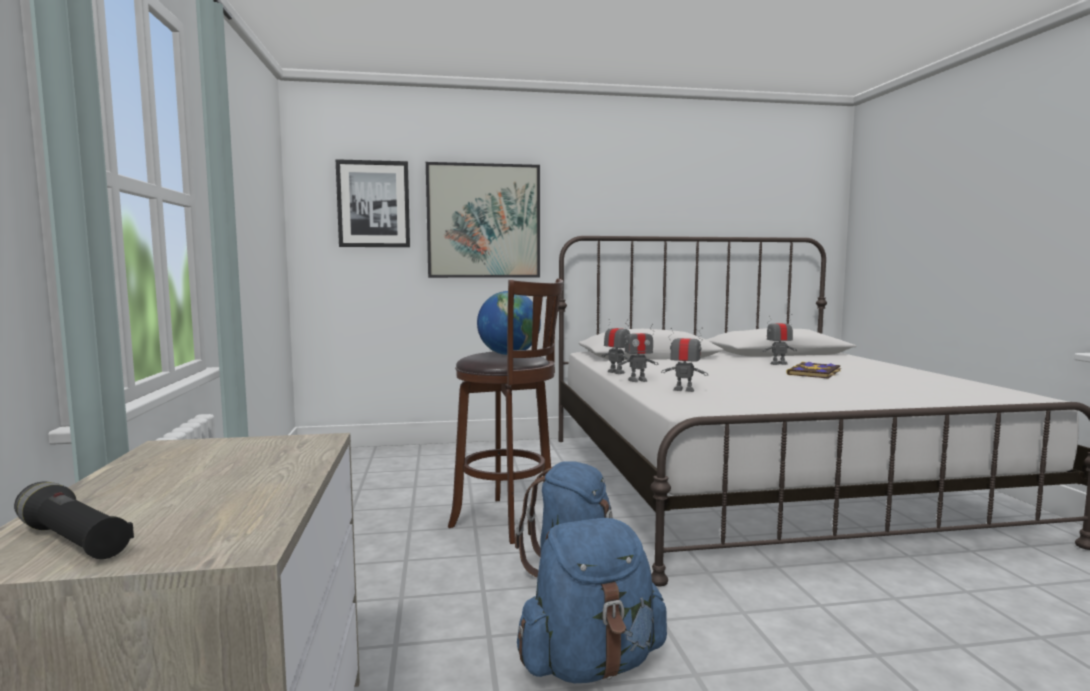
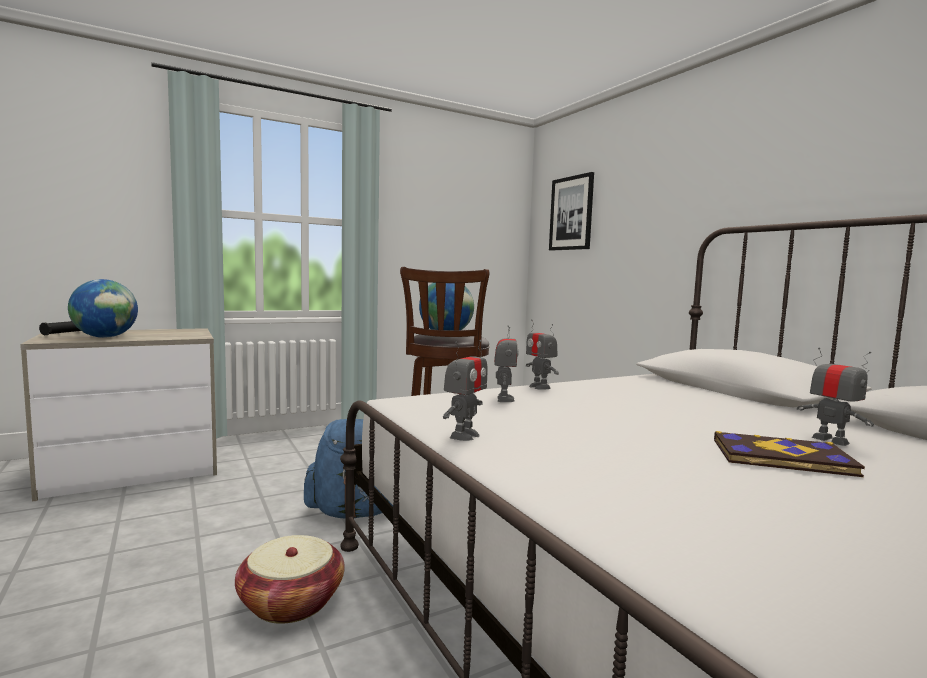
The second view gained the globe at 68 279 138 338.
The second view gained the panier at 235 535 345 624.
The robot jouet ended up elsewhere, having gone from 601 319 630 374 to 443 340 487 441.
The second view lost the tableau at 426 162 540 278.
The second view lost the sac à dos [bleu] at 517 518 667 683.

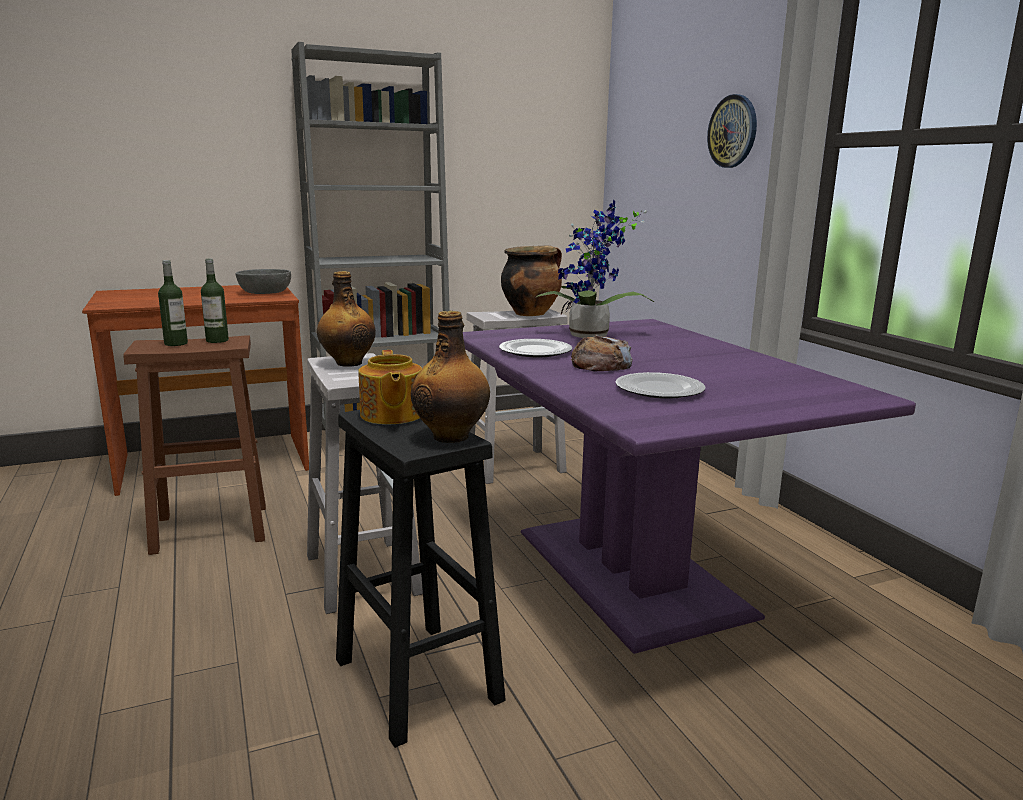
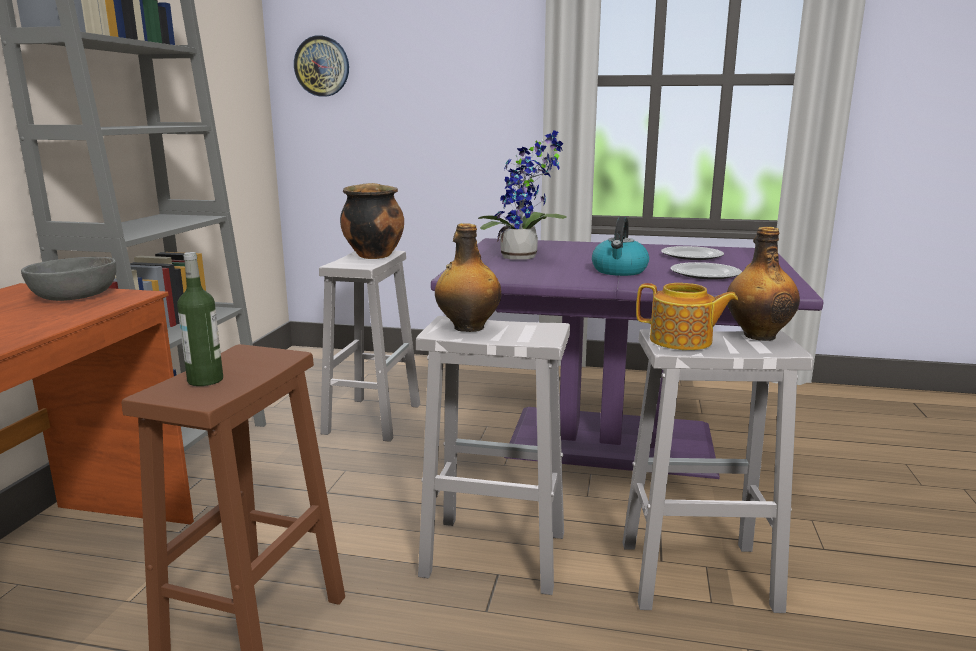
The horloge murale ended up elsewhere, having gone from 707 94 757 168 to 294 35 349 97.
Where the pain stood at 571 335 633 371, the bouilloire came to stand at 592 217 649 276.
What was the tabouret [noir] at 336 410 506 748 turned into the tabouret [blanc] at 622 329 814 613.
The assiette ended up elsewhere, having gone from 499 339 572 357 to 661 246 724 260.
The second view lost the bouteille at 201 259 229 343.

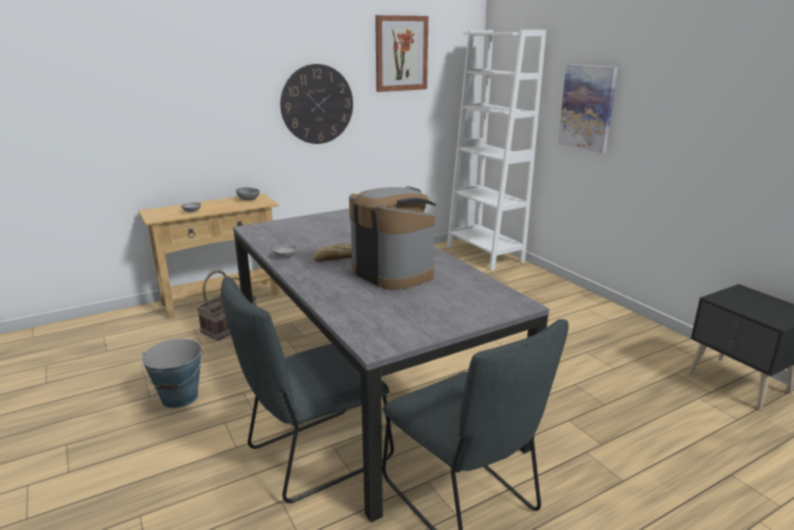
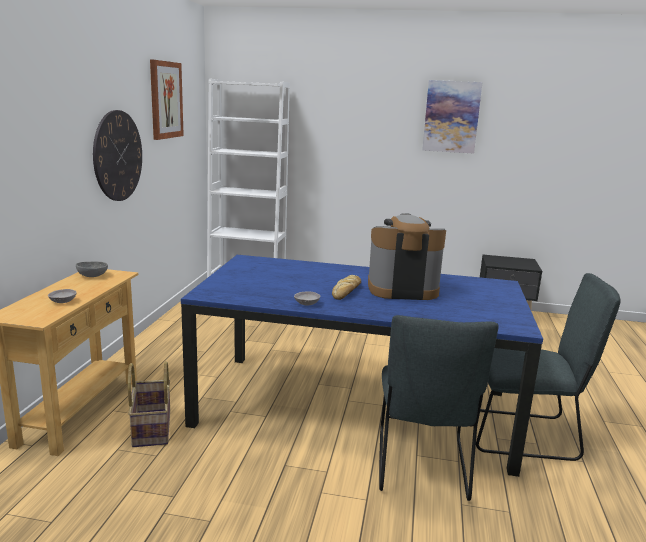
What was the table à manger [gris] at 233 209 549 523 turned into the table à manger [bleu] at 181 255 543 477.
The tableau ended up elsewhere, having gone from 558 64 618 153 to 422 80 483 154.
The second view lost the seau at 141 339 202 408.

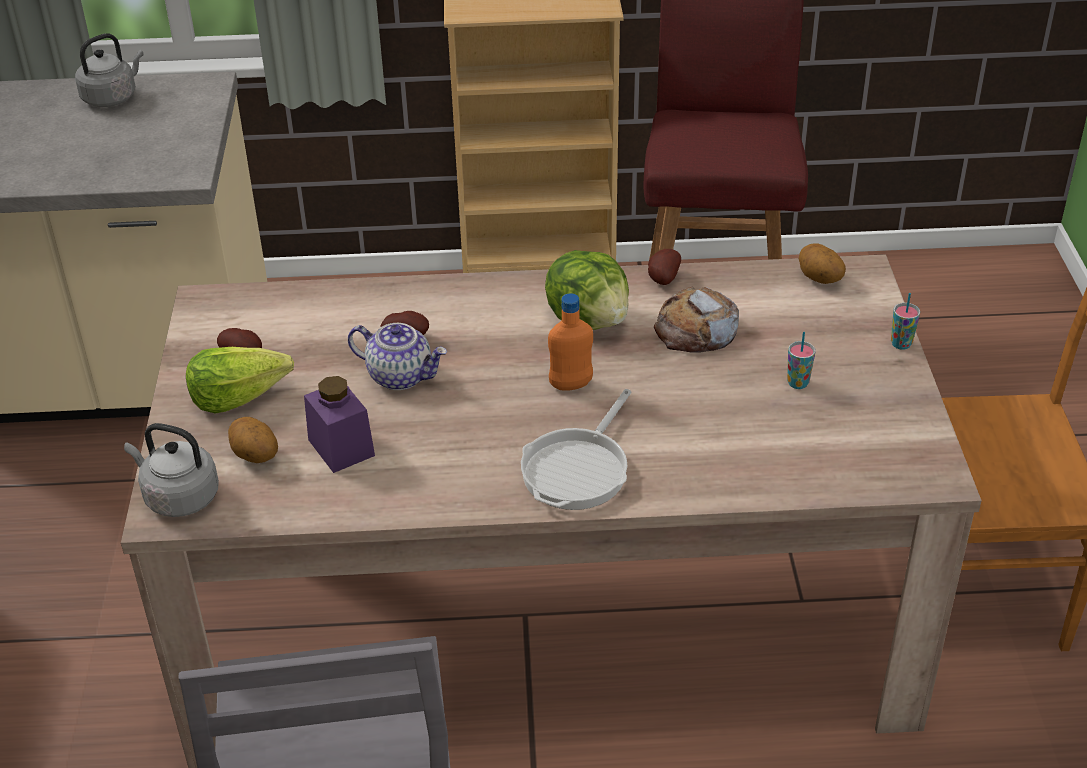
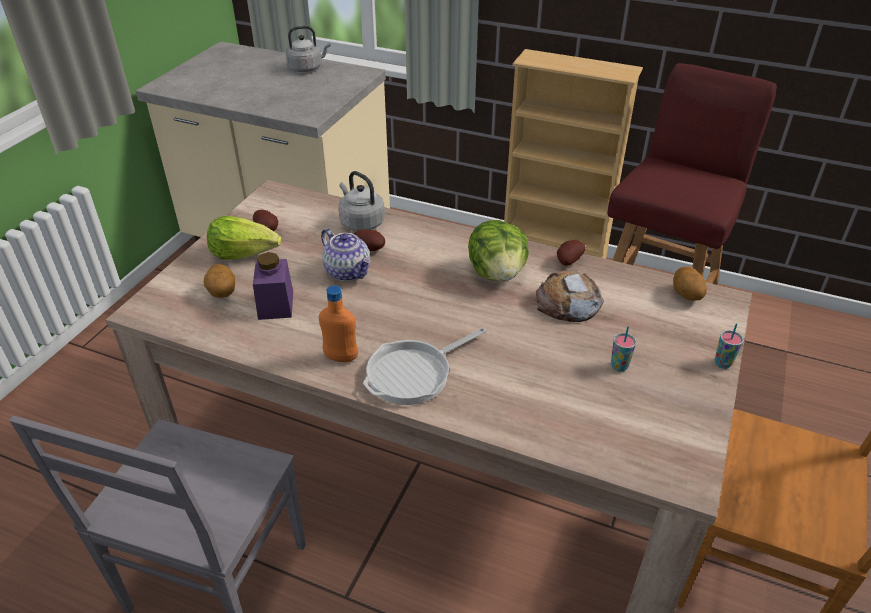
The bouteille [orange] ended up elsewhere, having gone from 548 293 593 391 to 319 285 358 362.
The bouilloire [gris] ended up elsewhere, having gone from 124 423 219 517 to 338 171 385 231.

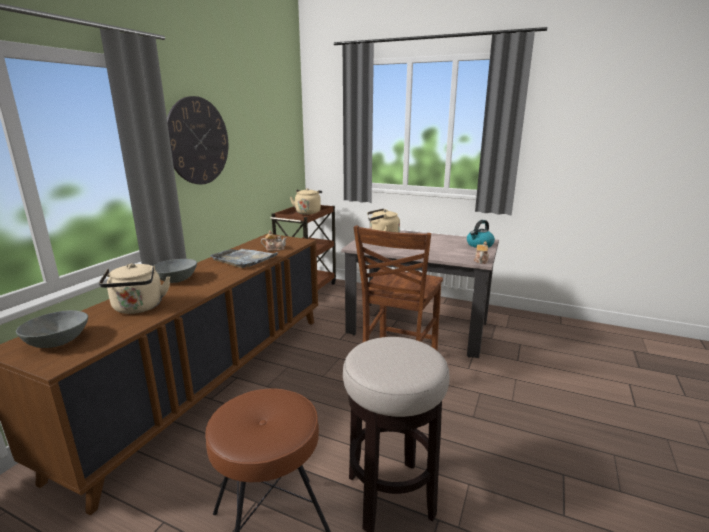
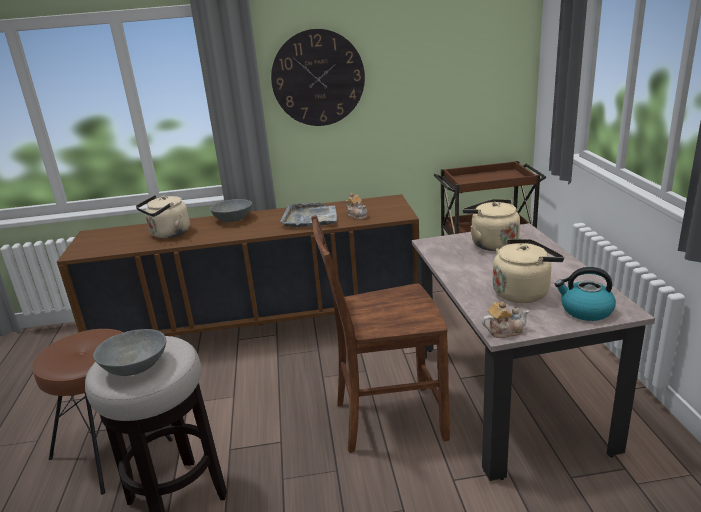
The bol [gris] ended up elsewhere, having gone from 16 310 88 348 to 93 329 166 376.
The bouilloire [beige] ended up elsewhere, having gone from 290 188 322 215 to 492 239 564 303.

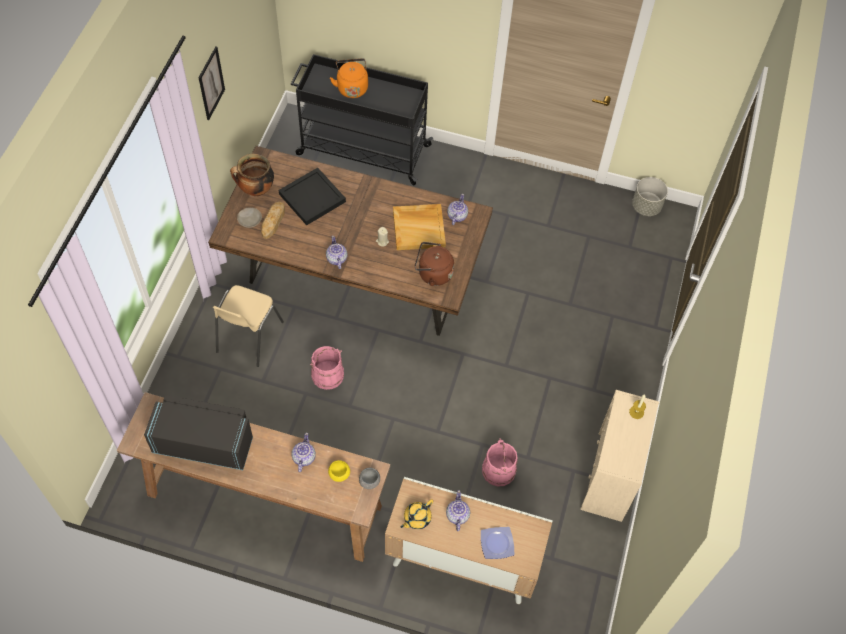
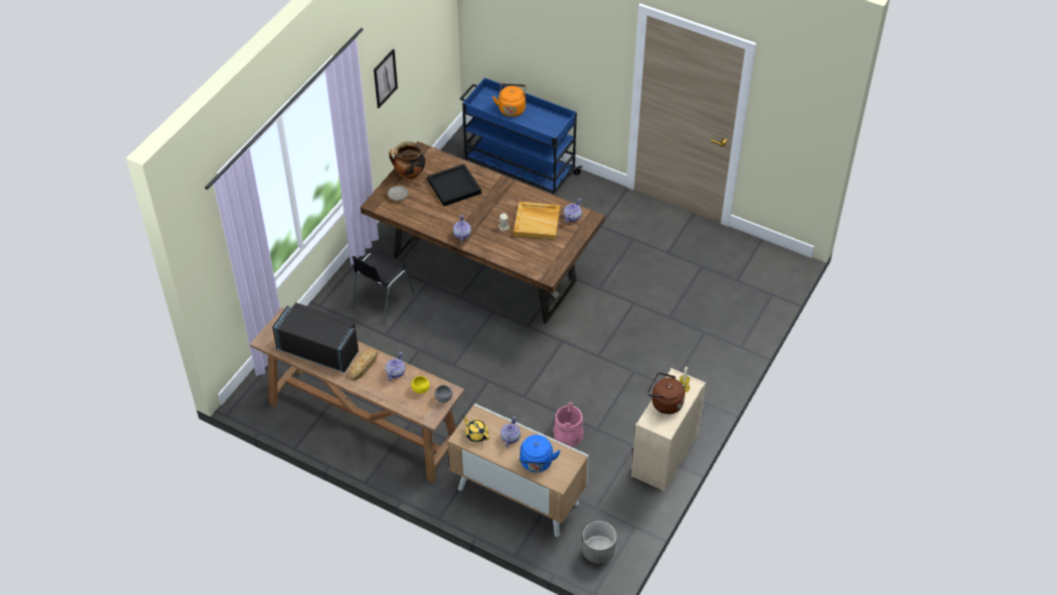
The pain ended up elsewhere, having gone from 261 201 285 239 to 349 349 378 381.
What was the chaise [beige] at 213 285 284 367 turned into the chaise [noir] at 352 250 415 324.
What was the chariot [noir] at 291 54 433 185 turned into the chariot [bleu] at 460 78 582 196.
The théière [jaune] at 401 499 433 529 ended up facing another way, 75 degrees clockwise from before.
Where the assiette stood at 481 527 514 559, the bouilloire [bleu] came to stand at 519 435 560 473.
The cache-pot [gris] ended up elsewhere, having gone from 632 177 668 216 to 582 521 616 564.
The bouilloire [marron] ended up elsewhere, having gone from 415 242 454 286 to 648 372 685 414.
The second view lost the seau [rose] at 310 346 344 390.

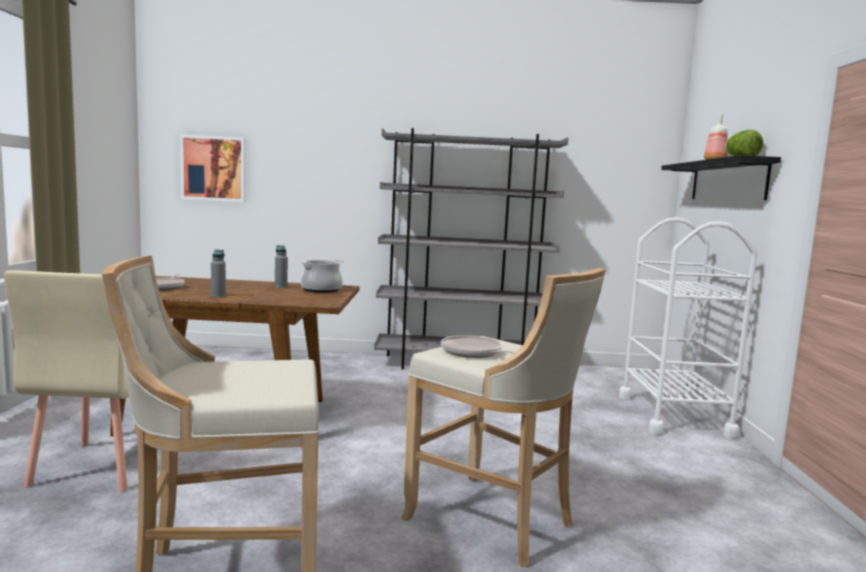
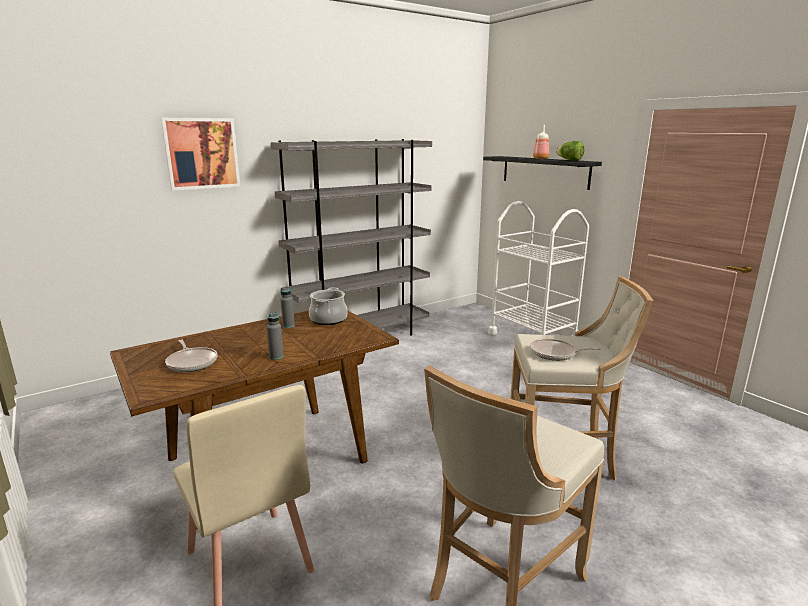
The tableau ended up elsewhere, having gone from 180 135 245 202 to 161 118 240 191.

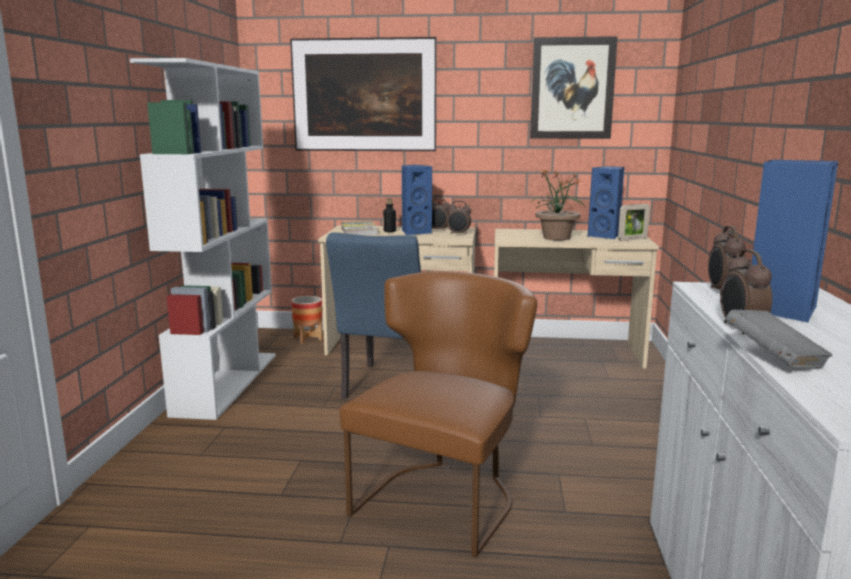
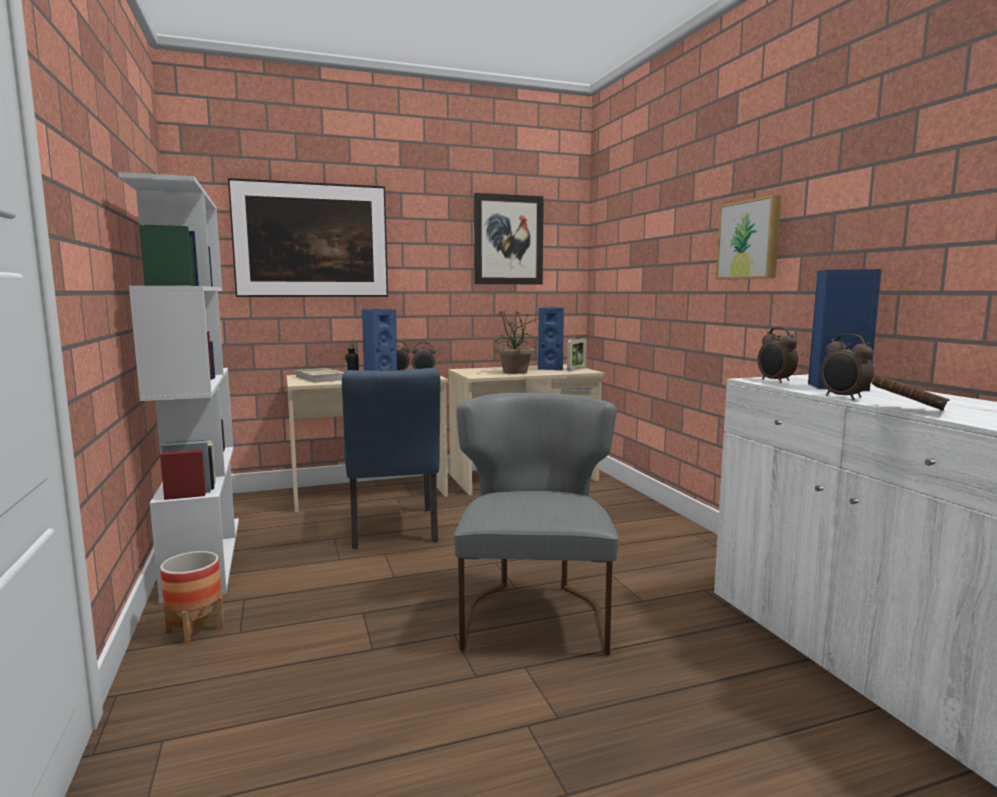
The cache-pot ended up elsewhere, having gone from 292 296 323 344 to 160 551 224 644.
What was the chaise [marron] at 340 271 537 557 turned into the chaise [gris] at 454 393 619 655.
The second view gained the tableau at 716 195 781 280.
What was the livre [gris] at 725 310 833 368 turned into the livre [marron] at 872 374 949 411.

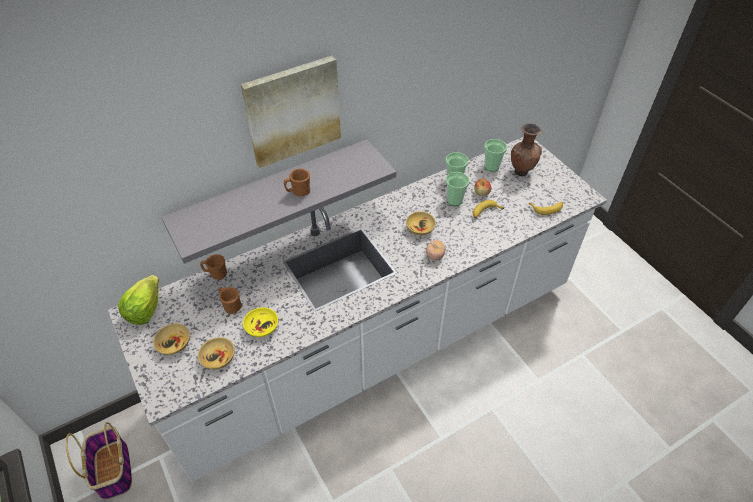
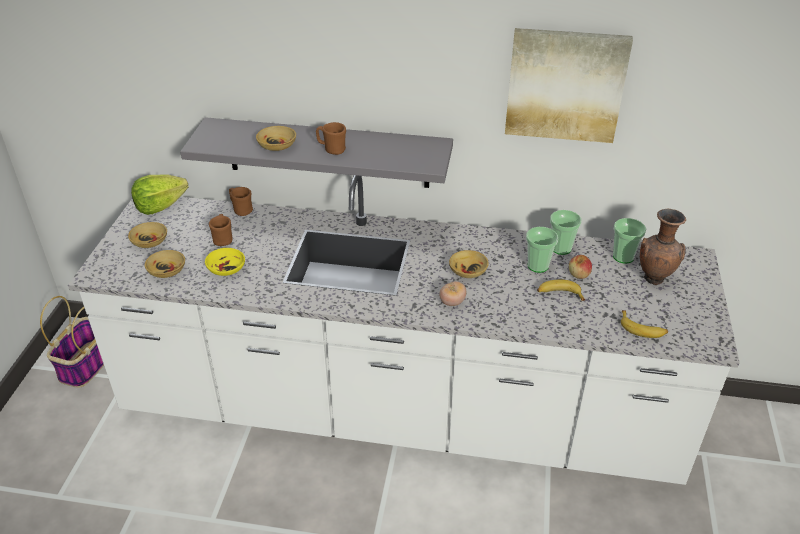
The second view gained the bol [beige] at 256 126 296 151.
The tableau ended up elsewhere, having gone from 241 56 341 168 to 505 28 633 143.

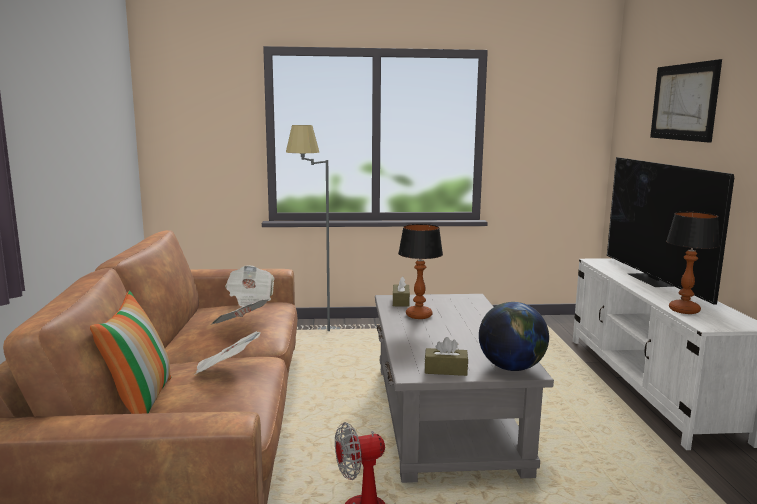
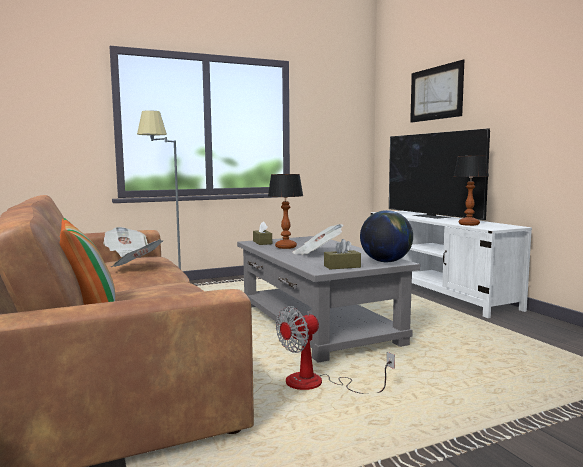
The journal ended up elsewhere, having gone from 194 331 261 375 to 292 224 344 255.

